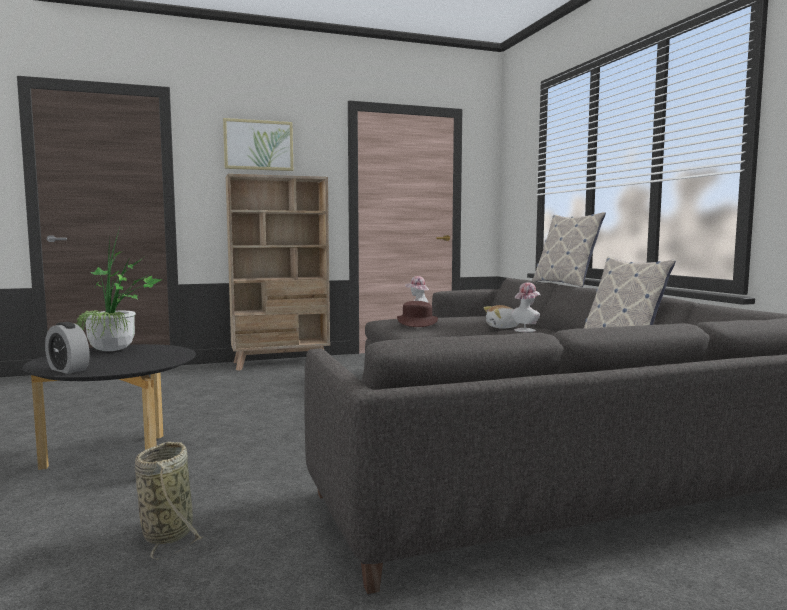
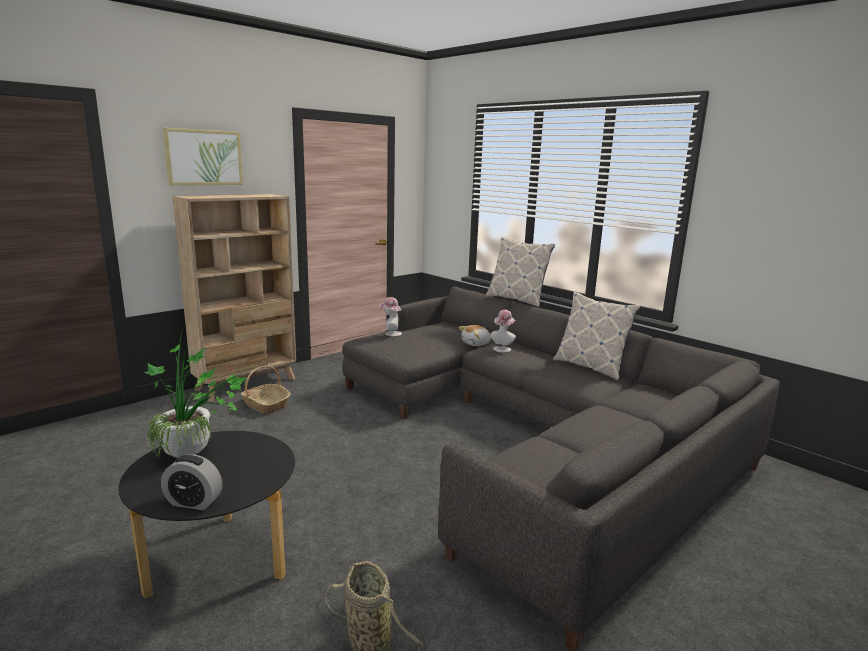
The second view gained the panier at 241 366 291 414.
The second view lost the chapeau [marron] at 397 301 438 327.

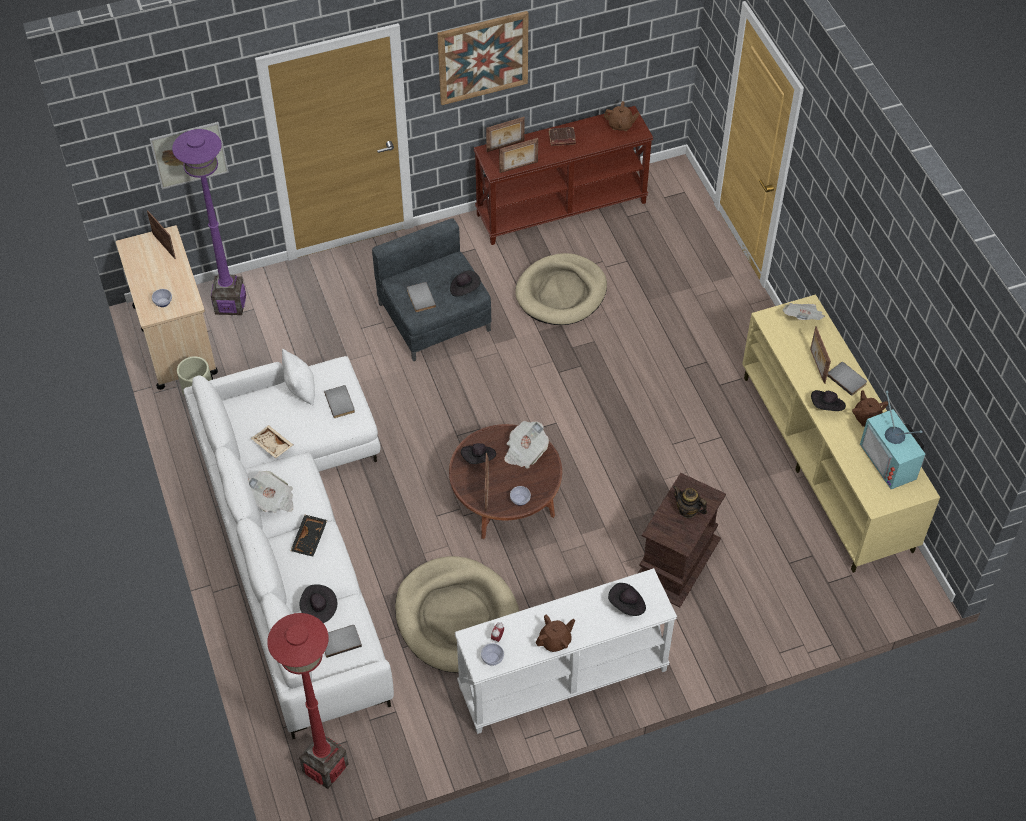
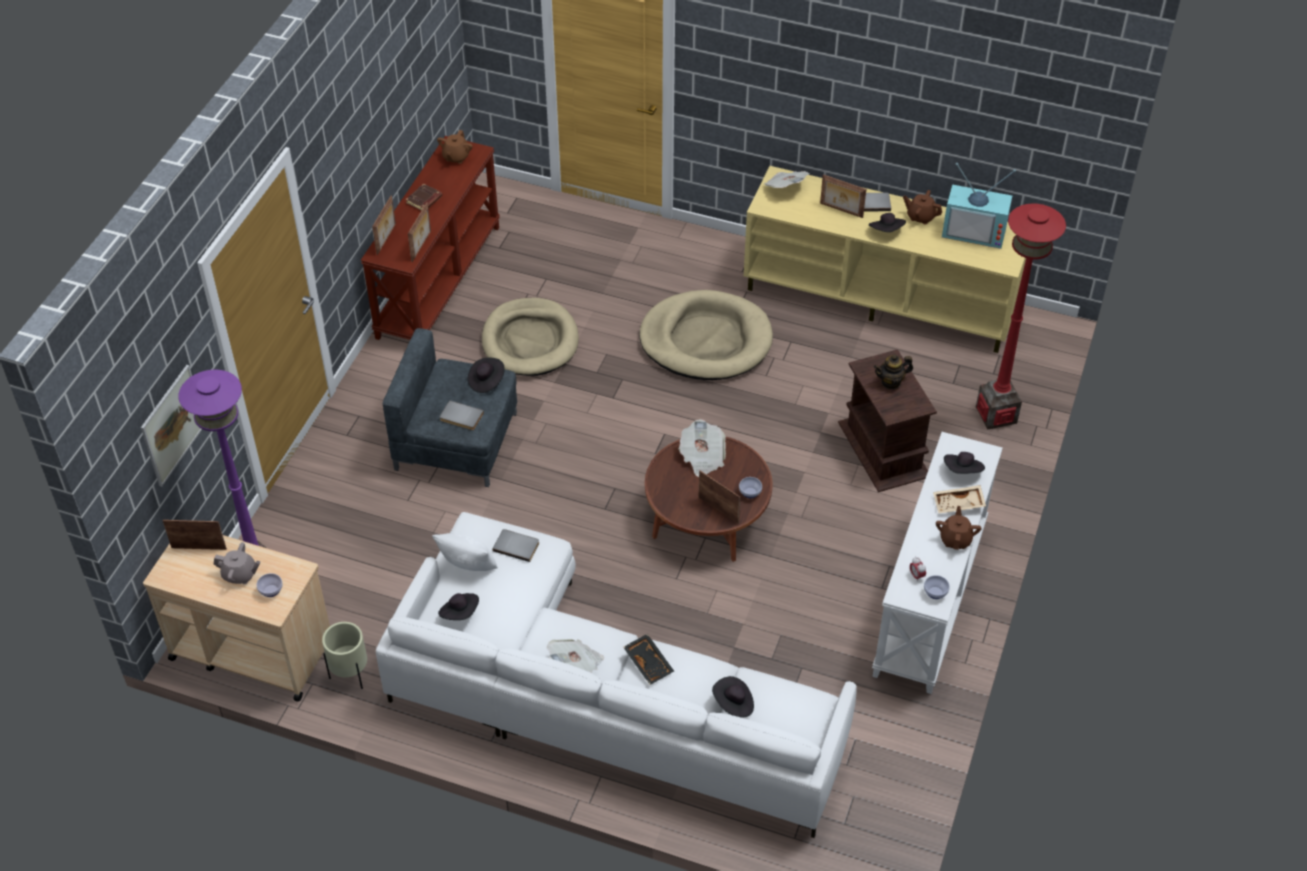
The second view gained the théière [gris] at 213 542 261 584.
The théière [marron] at 604 101 640 131 ended up facing another way, 150 degrees clockwise from before.
The chapeau [noir] ended up elsewhere, having gone from 461 443 496 464 to 438 593 479 620.
The panier pour chien [beige] ended up elsewhere, having gone from 395 556 519 673 to 639 290 773 380.
The plateau [beige] ended up elsewhere, having gone from 251 425 293 458 to 933 485 986 514.
The lampadaire [rouge] ended up elsewhere, having gone from 267 613 348 789 to 976 203 1066 429.
The second view lost the livre [gris] at 325 625 362 658.
The second view lost the tableau at 437 11 528 105.

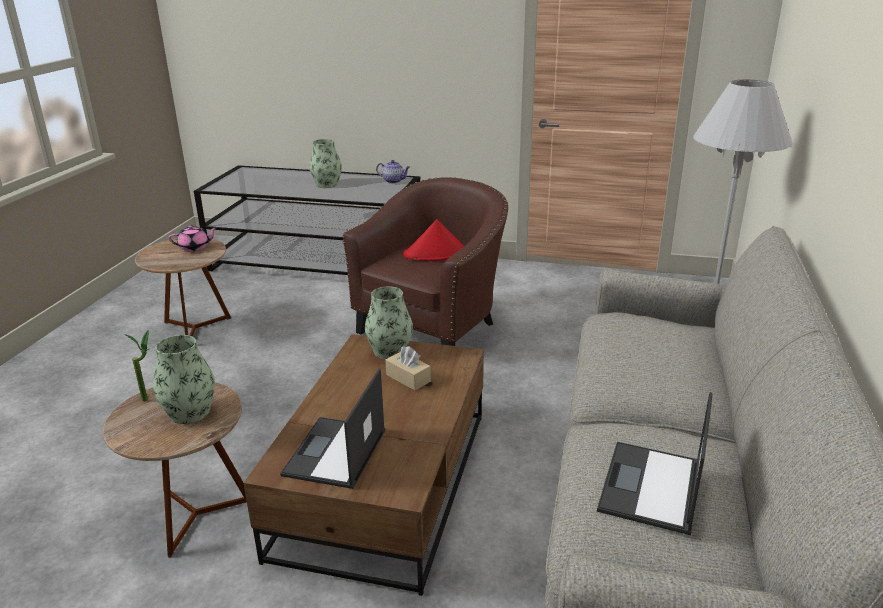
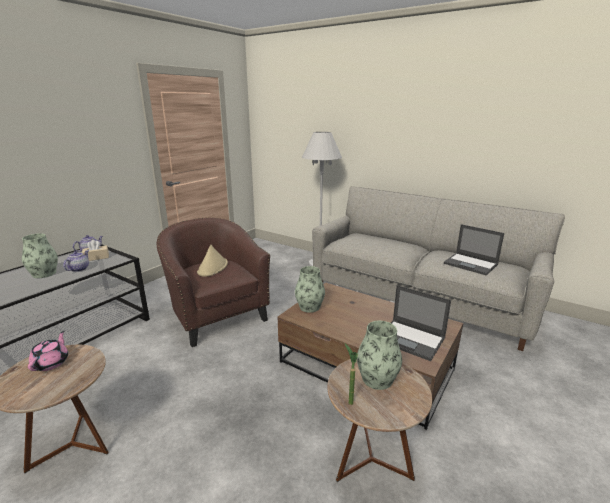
The second view gained the théière at 63 250 89 272.
The boîte à mouchoirs [beige] ended up elsewhere, having gone from 385 346 431 390 to 82 240 109 261.
What was the chapeau [rouge] at 403 219 464 261 turned into the chapeau [beige] at 197 245 228 277.

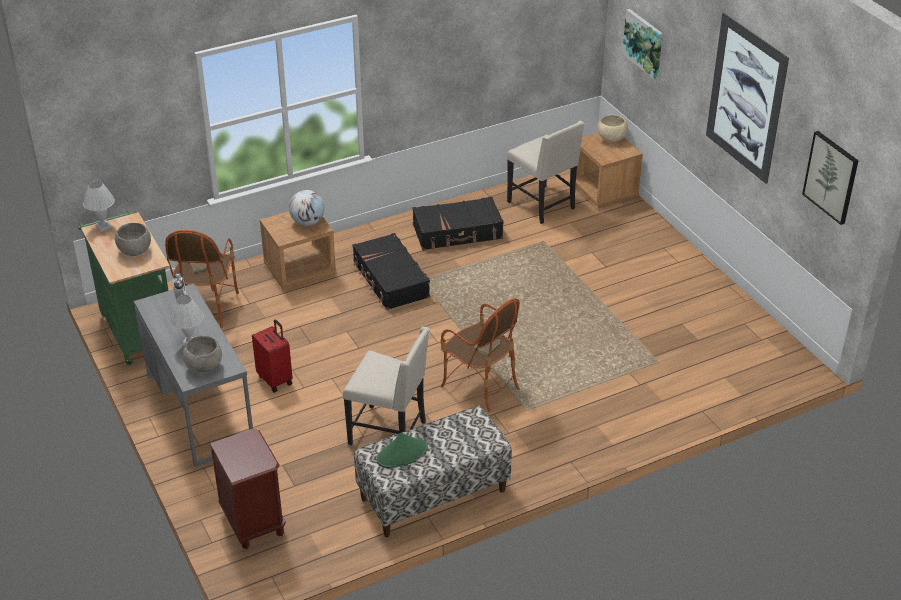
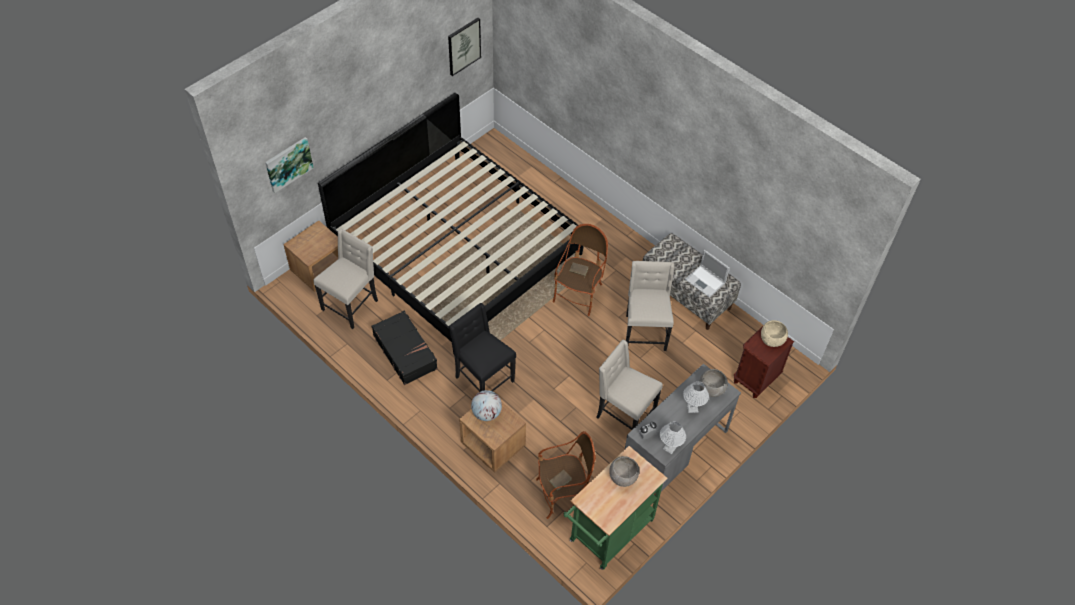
The second view gained the lit at 318 93 583 342.
Where the valise [noir] stood at 353 233 430 310, the chaise [noir] came to stand at 449 303 516 392.
Where the valise [rouge] stood at 252 319 293 392, the chaise [beige] came to stand at 596 340 663 430.
The lampe de table [blanc] ended up elsewhere, having gone from 83 181 115 232 to 660 421 686 454.
Where the chapeau [vert] stood at 377 433 428 468, the ordinateur portable came to stand at 685 250 730 298.
The bol [beige] ended up elsewhere, having gone from 598 115 628 142 to 761 320 788 347.
The second view lost the tableau at 706 13 789 184.

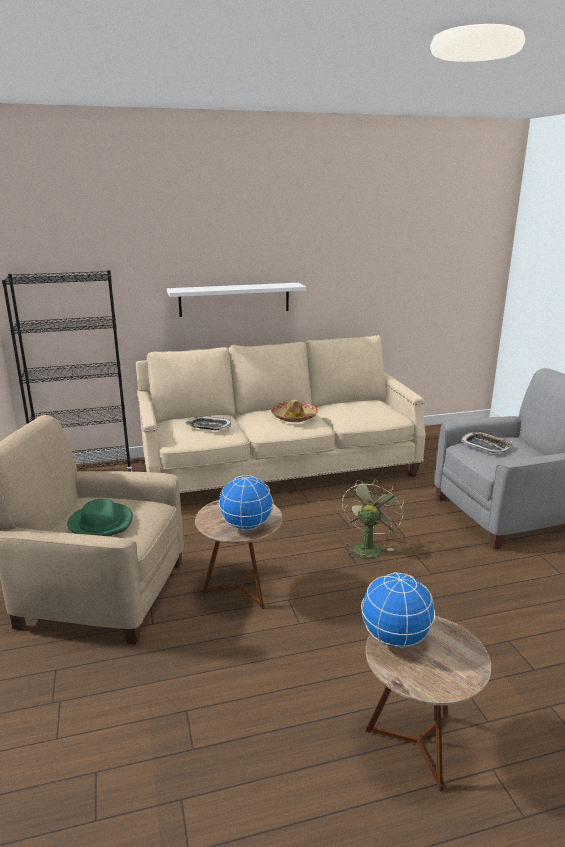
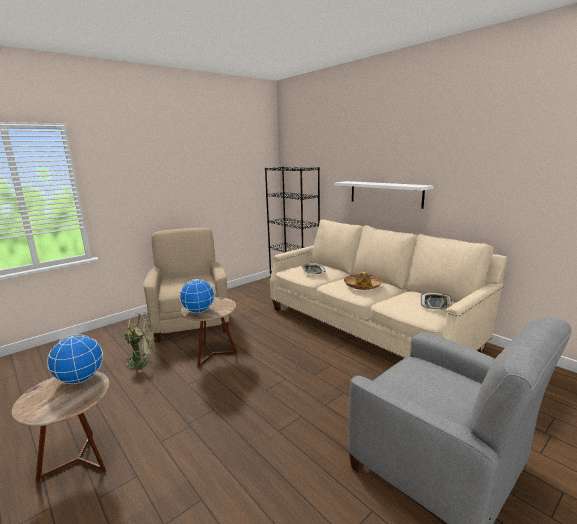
The ventilateur [vert] ended up elsewhere, having gone from 342 478 404 561 to 123 312 157 372.
The plateau ended up elsewhere, having gone from 461 431 513 454 to 421 293 452 310.
The second view lost the chapeau [vert] at 67 499 133 536.

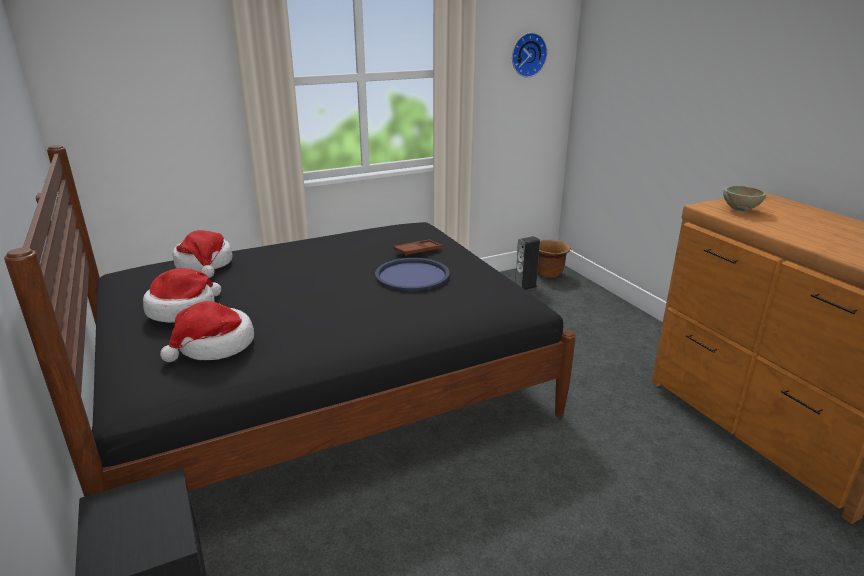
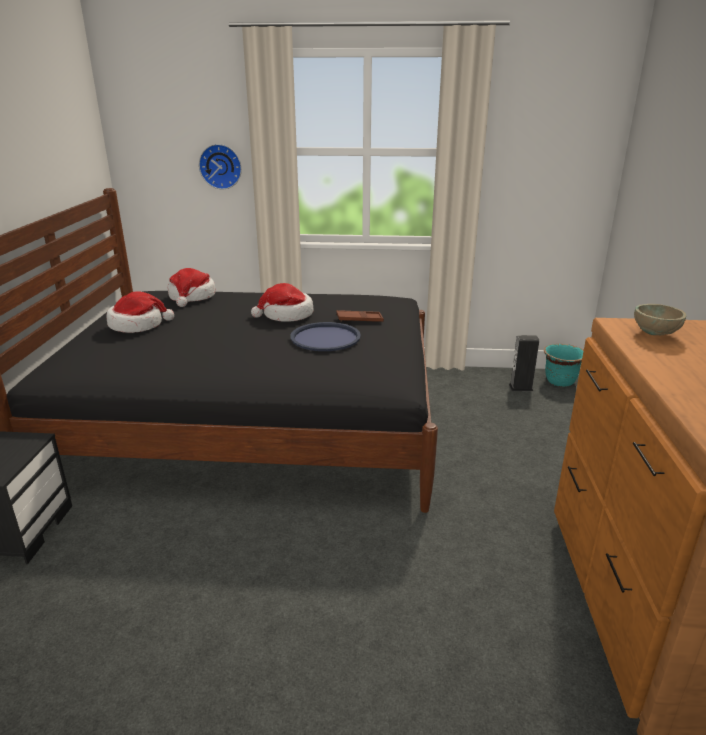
The horloge murale ended up elsewhere, having gone from 512 32 547 78 to 199 144 242 190.
The chapeau ended up elsewhere, having gone from 160 301 254 362 to 251 283 314 322.
What was the cache-pot [marron] at 537 240 571 278 turned into the cache-pot [turquoise] at 544 344 584 387.

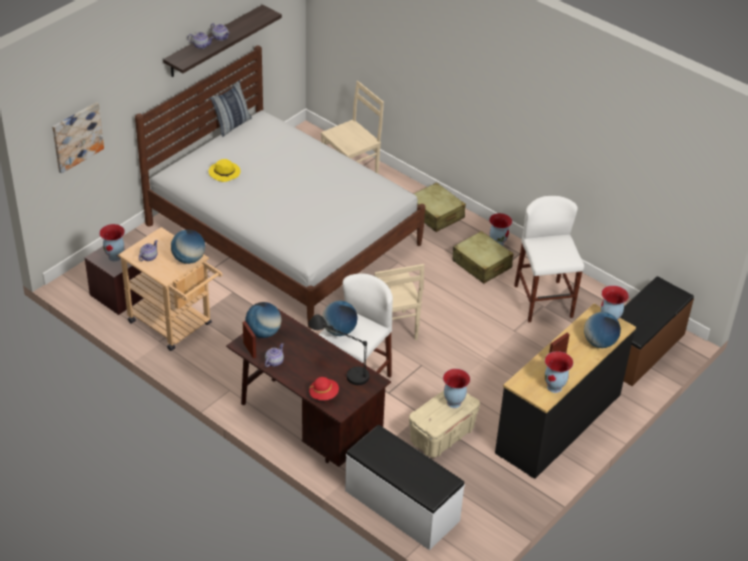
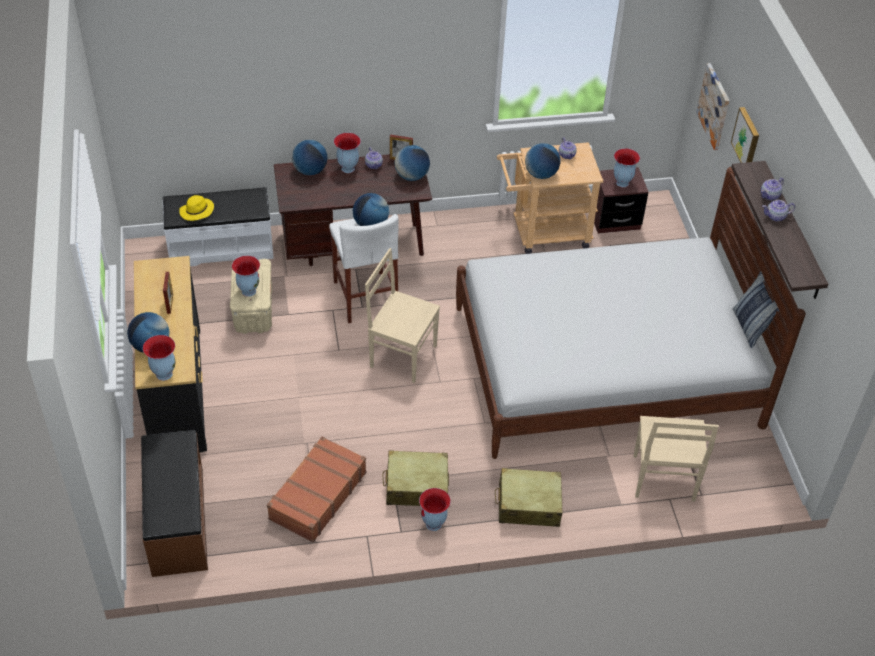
The chapeau [jaune] ended up elsewhere, having gone from 208 159 241 182 to 179 195 214 221.
Where the tabouret [blanc] stood at 514 196 584 322, the valise [marron] came to stand at 267 436 367 542.
Where the chapeau [rouge] stood at 309 377 339 400, the globe came to stand at 292 140 327 175.
The vase ended up elsewhere, having gone from 545 351 573 393 to 334 133 361 173.
The second view gained the tableau at 731 107 759 163.
The second view lost the lampe de table [noir] at 308 314 370 385.

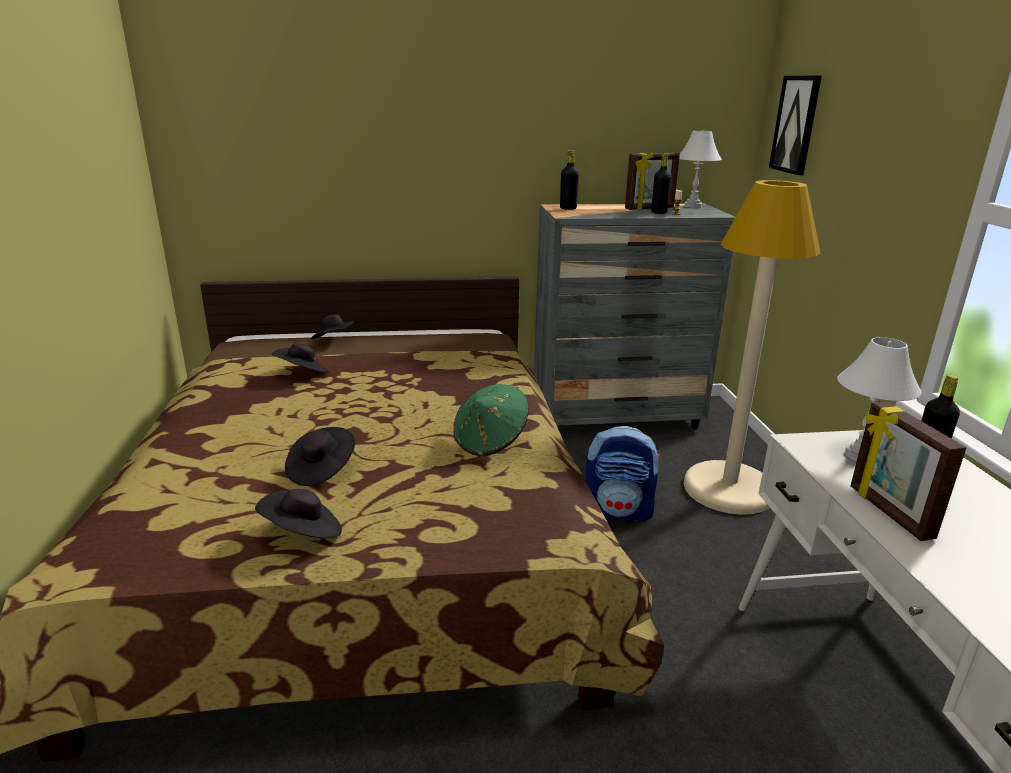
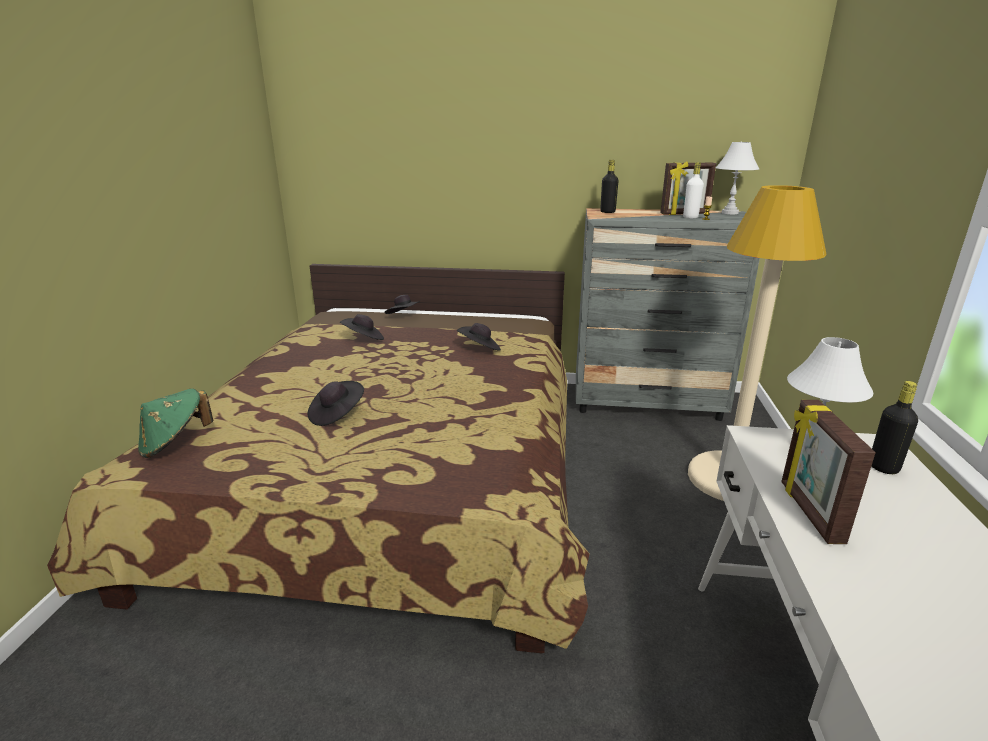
The chapeau [vert] ended up elsewhere, having gone from 453 384 529 456 to 138 389 213 458.
The chapeau [noir] ended up elsewhere, having gone from 255 489 342 538 to 457 323 501 351.
What was the bouteille [noir] at 651 153 672 214 turned into the bouteille [blanc] at 683 162 704 219.
The second view lost the sac à dos at 585 426 661 522.
The second view lost the tableau at 769 76 822 175.

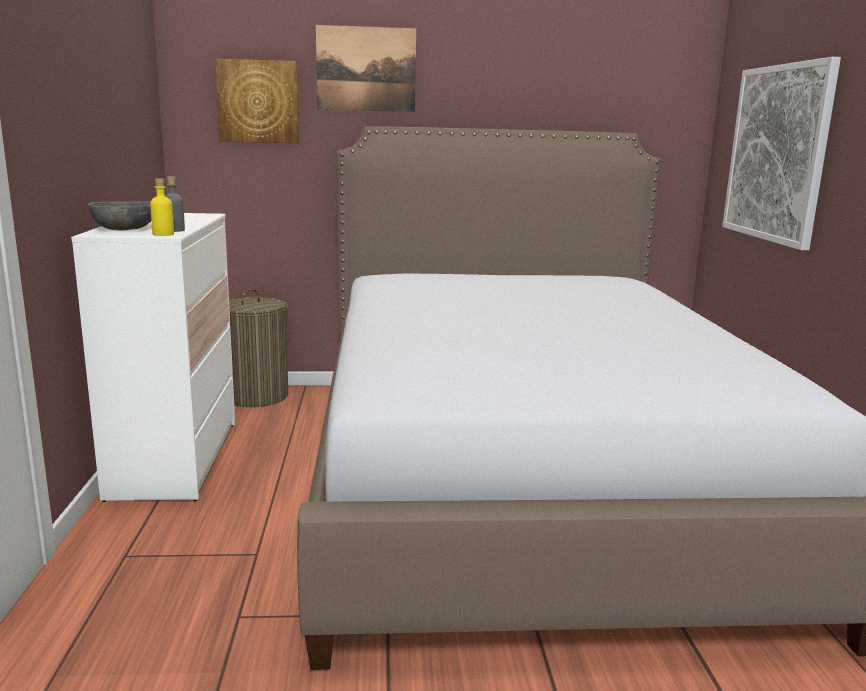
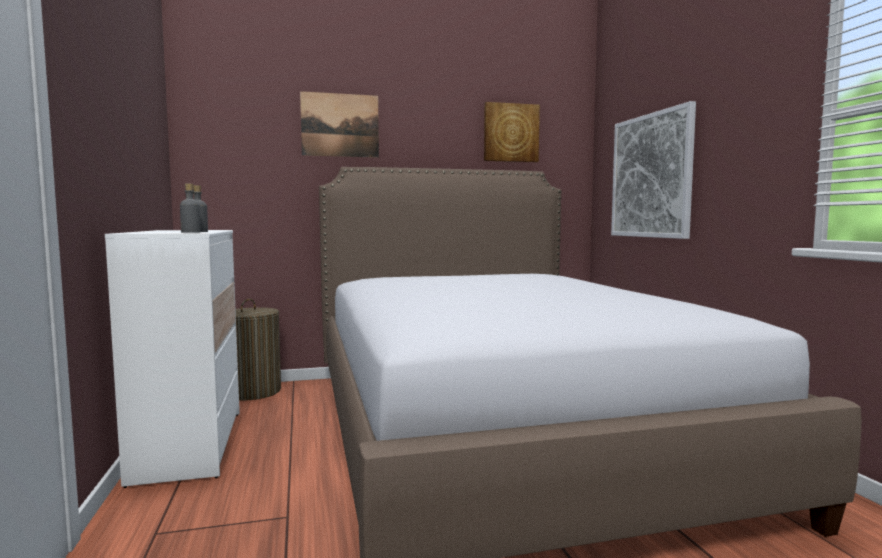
What was the bouteille [jaune] at 150 178 174 236 turned into the bouteille [gris] at 180 184 201 233.
The tableau ended up elsewhere, having gone from 215 59 299 143 to 484 102 540 162.
The second view lost the bol [gris] at 88 201 151 230.

